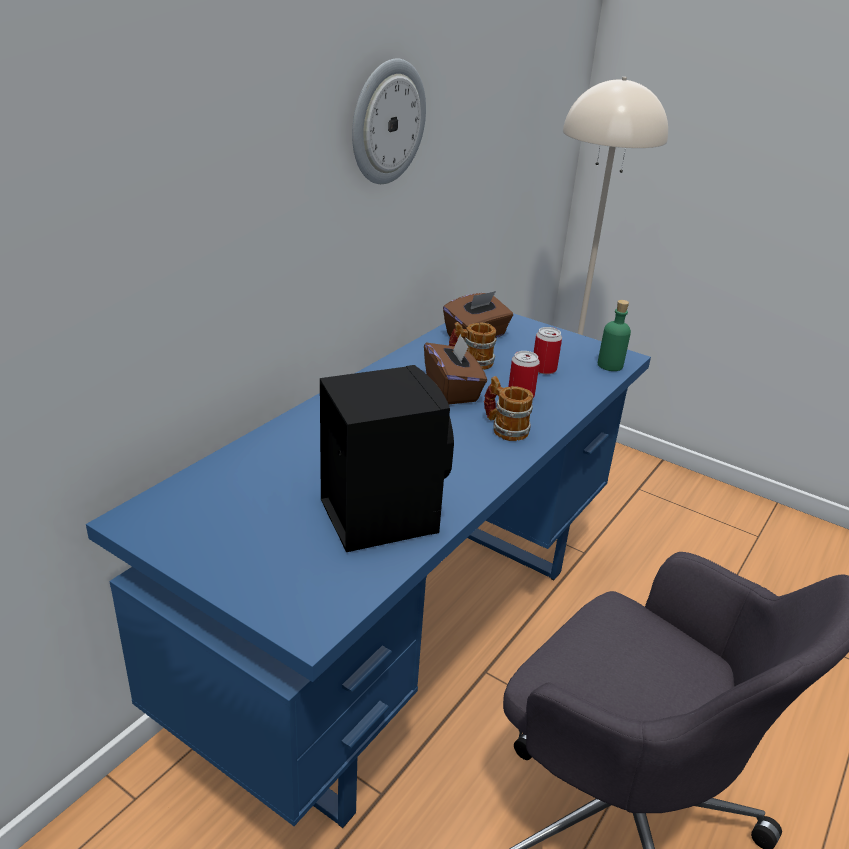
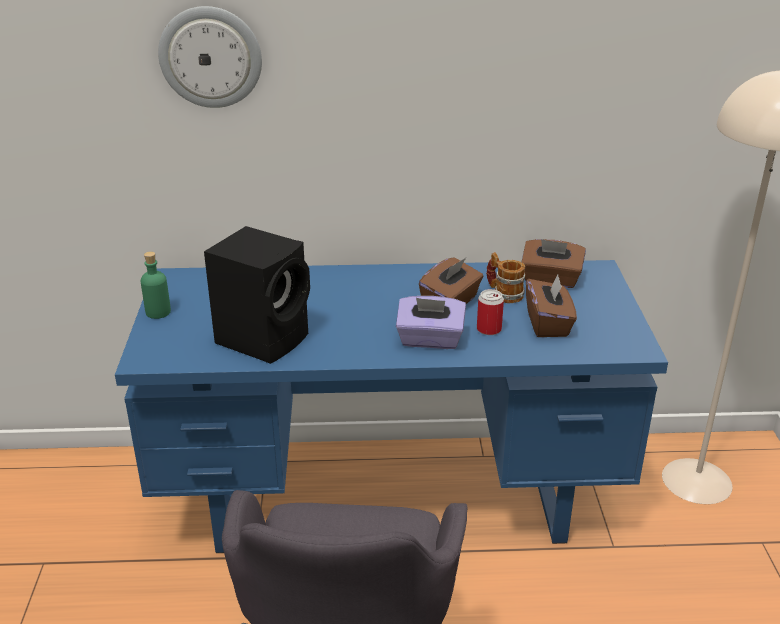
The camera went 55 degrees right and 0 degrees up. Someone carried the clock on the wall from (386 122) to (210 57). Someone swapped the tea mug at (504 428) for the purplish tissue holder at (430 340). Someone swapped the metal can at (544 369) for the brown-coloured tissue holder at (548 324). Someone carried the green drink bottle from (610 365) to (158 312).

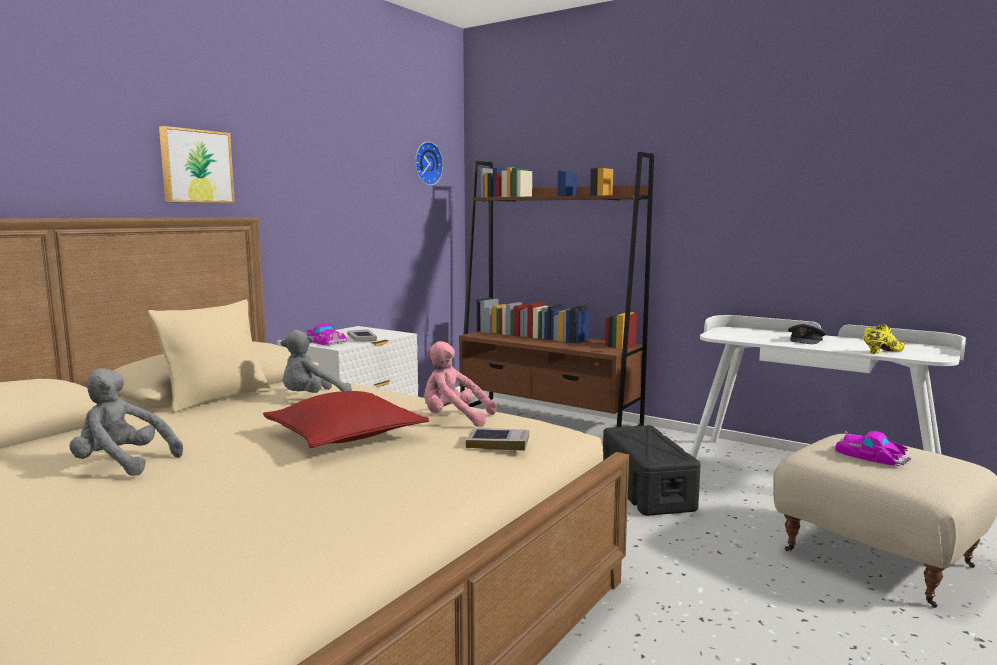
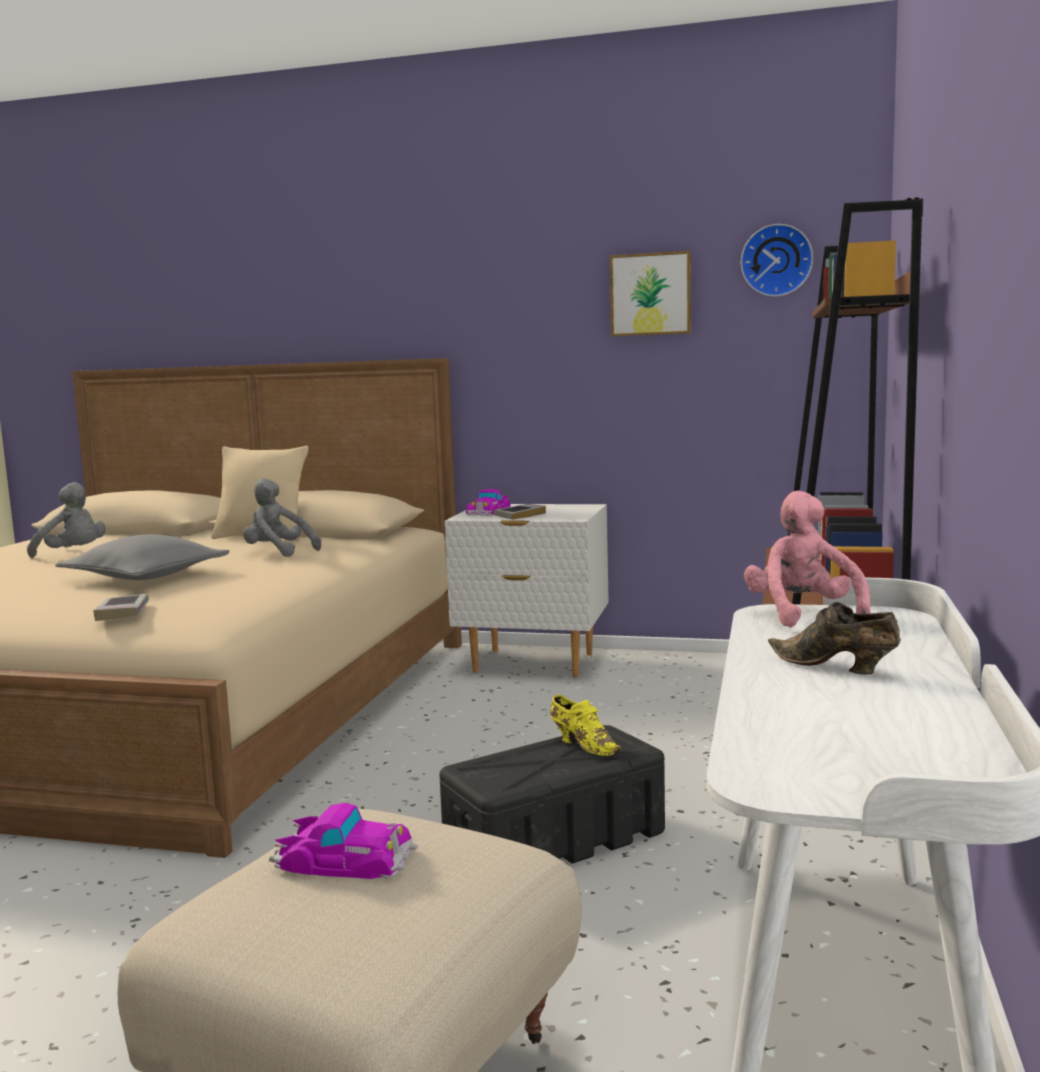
The camera went 70 degrees right and 0 degrees up. Someone rotated the greyish soft toy at (122 464) by 120 degrees clockwise. Someone carried the picture from (196 166) to (651 294). Someone repainted the reddish cushion at (345 436), which became the greyish cushion at (146 576). Someone carried the pinkish soft toy from (454 419) to (803 615). Someone swapped the greyish baseball cap at (806 340) for the brown-coloured shoe at (835 667). Someone rotated the toy car at (870 455) by 75 degrees clockwise. Someone carried the yellowish shoe from (881 352) to (583 745).

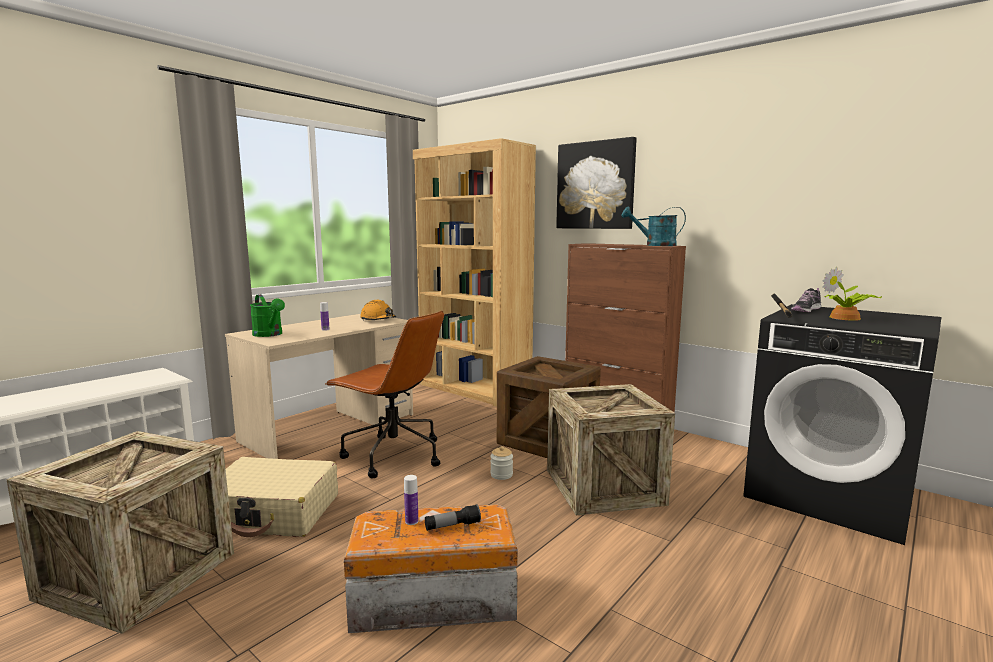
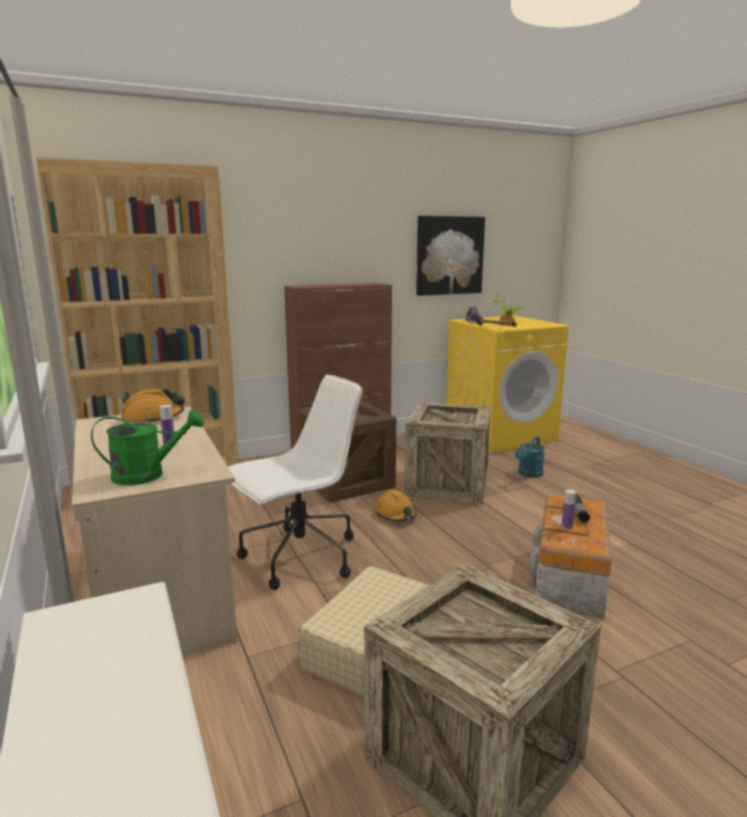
The camera went 65 degrees left and 5 degrees up. Someone repainted the brown-coloured computer chair at (392 455), which became the whitish computer chair at (299 558). Someone swapped the preserve jar at (501 475) for the orange-coloured safety helmet at (395 514). Someone carried the picture from (595 185) to (449 255). Someone carried the turquoise watering pot from (655 245) to (528 474). Someone repainted the black laundry appliance at (830 494), which became the yellowish laundry appliance at (500 435).

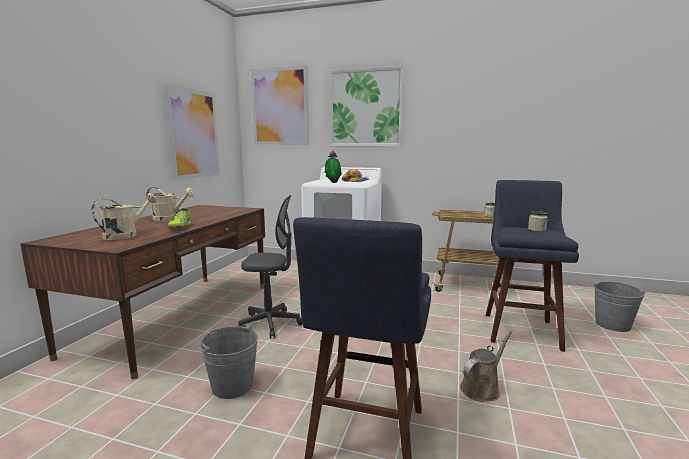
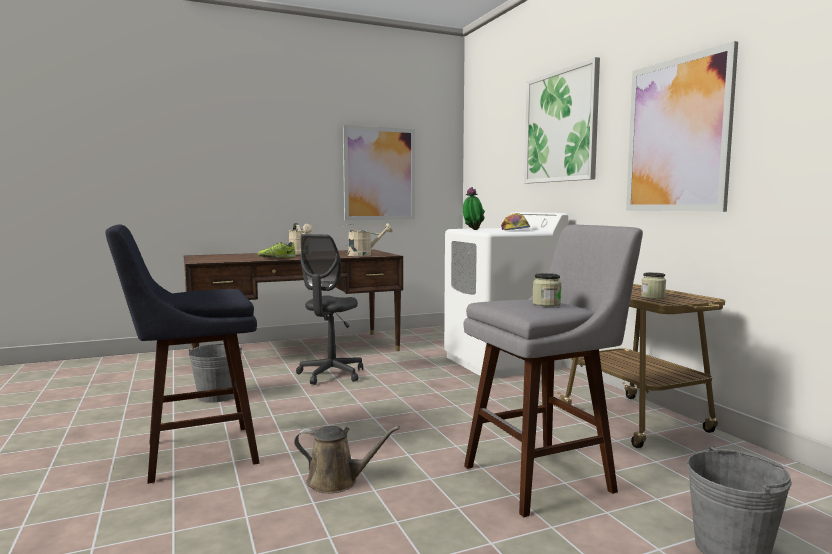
The camera went 50 degrees right and 5 degrees down. Someone carried the beige-coloured watering pot from (126 235) to (364 255). Someone rotated the greyish computer chair at (270 324) by 60 degrees clockwise. Someone carried the picture from (280 107) to (677 135). Someone repainted the bluish stool at (520 328), which became the greyish stool at (545 476).

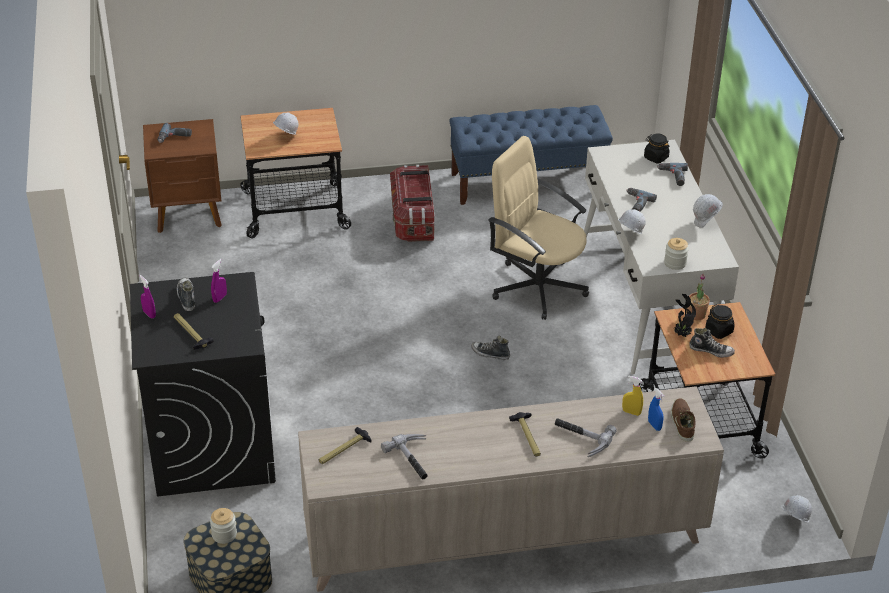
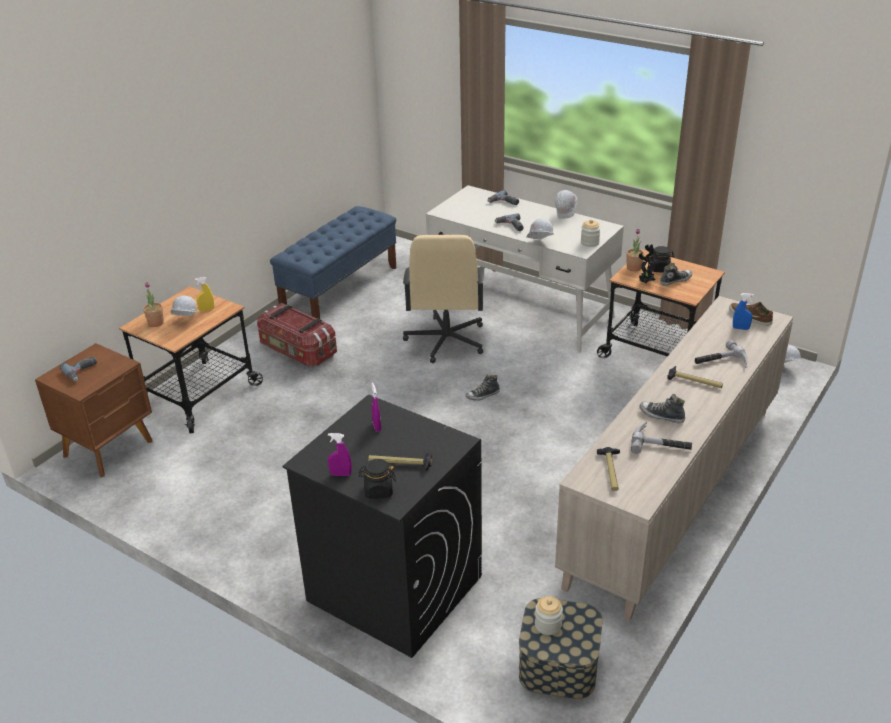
The camera went 45 degrees left and 5 degrees down. Someone carried the shoe from (186 297) to (661 416). Someone rotated the beige-coloured computer chair at (537 287) by 75 degrees counterclockwise. Someone carried the yellowish hand sprayer from (631 412) to (207 310). Someone carried the black preserve jar from (656 157) to (378 490). Someone put down the plant in a pot at (156 323).

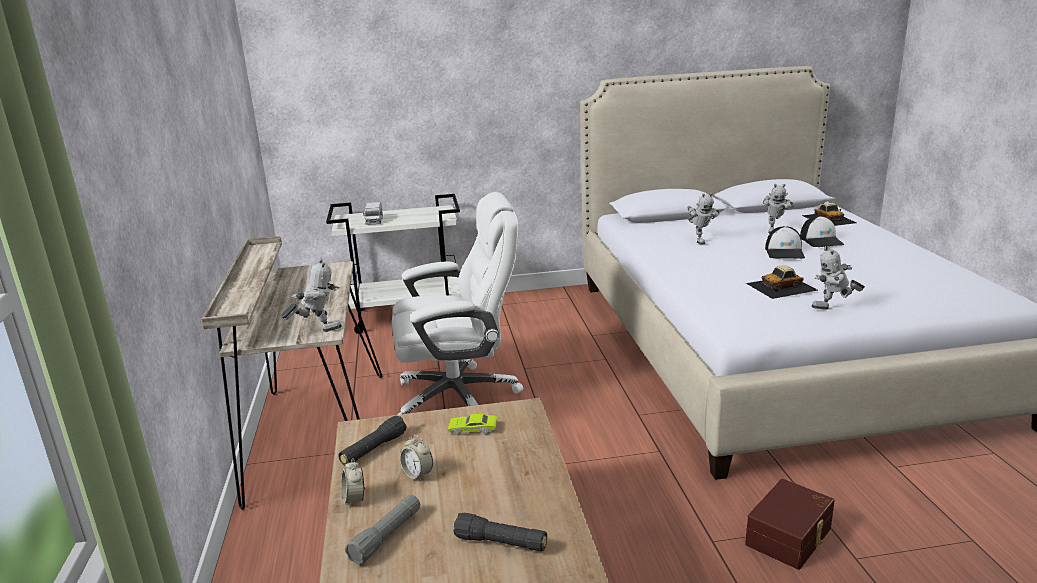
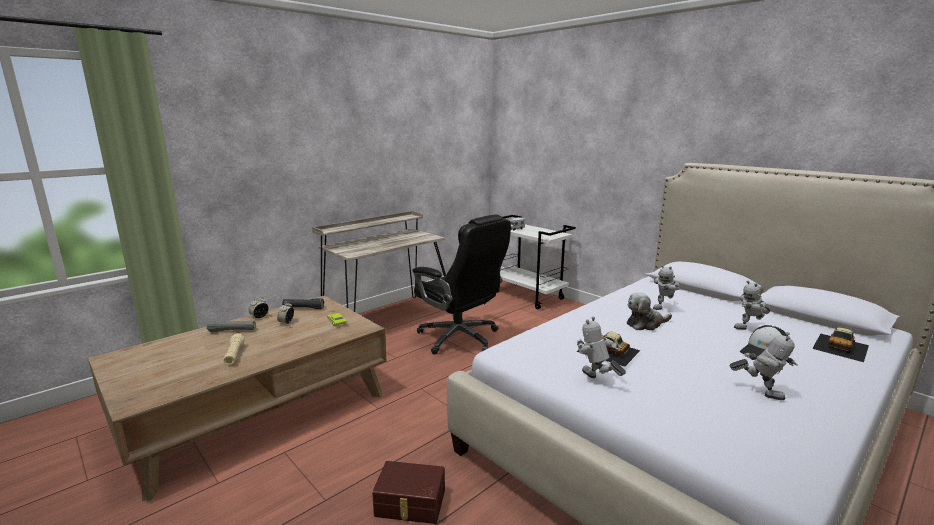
The camera went 55 degrees right and 5 degrees down. Someone carried the toy robot from (317 330) to (759 392). Someone repainted the whitish computer chair at (459 397), which became the black computer chair at (460 338). Someone repainted the black flashlight at (501 543), which became the beige-coloured flashlight at (234 355). Someone took away the baseball cap at (785 252). Someone put down the soft toy at (645 324).

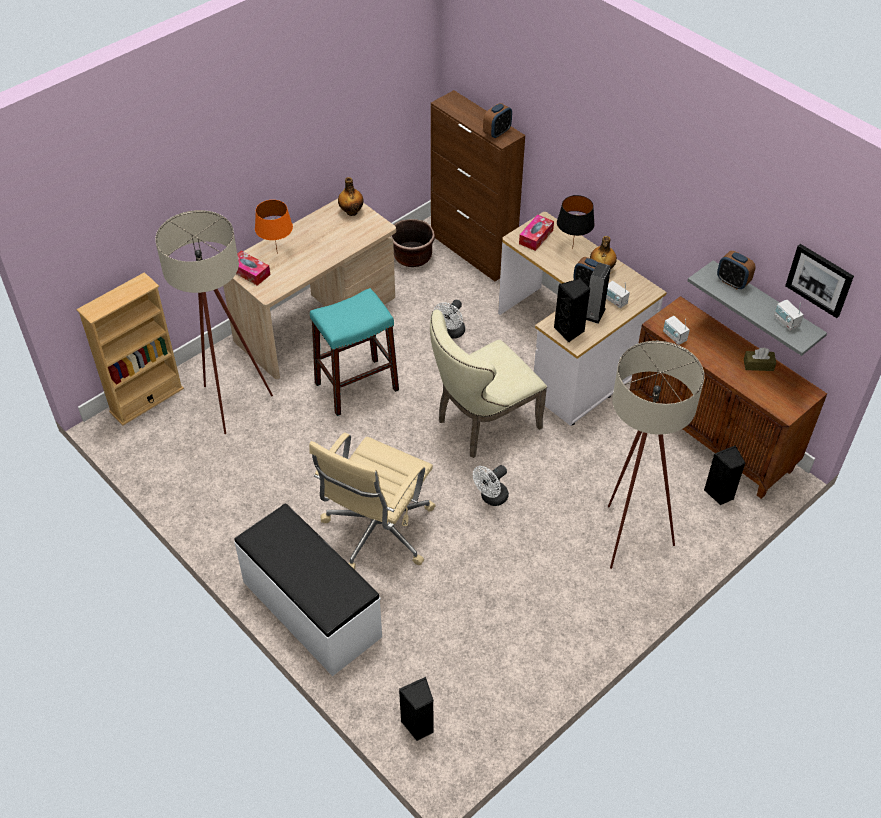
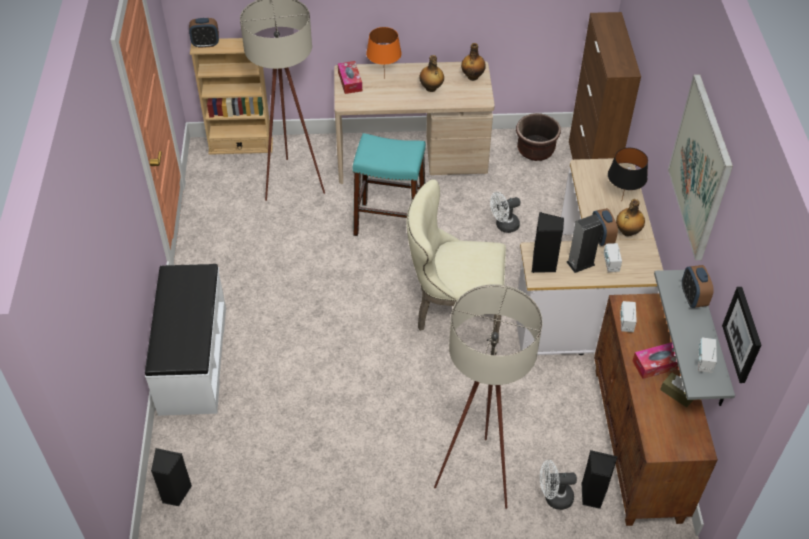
The camera went 40 degrees right and 0 degrees up. Someone took away the beige-coloured computer chair at (376 532). Someone carried the whitish electric fan from (491 498) to (553 497). Someone carried the alarm clock from (497 133) to (206 44). Someone carried the tissue holder from (536 237) to (657 364). Someone put down the drink bottle at (431 88). Someone put up the picture at (700 167).

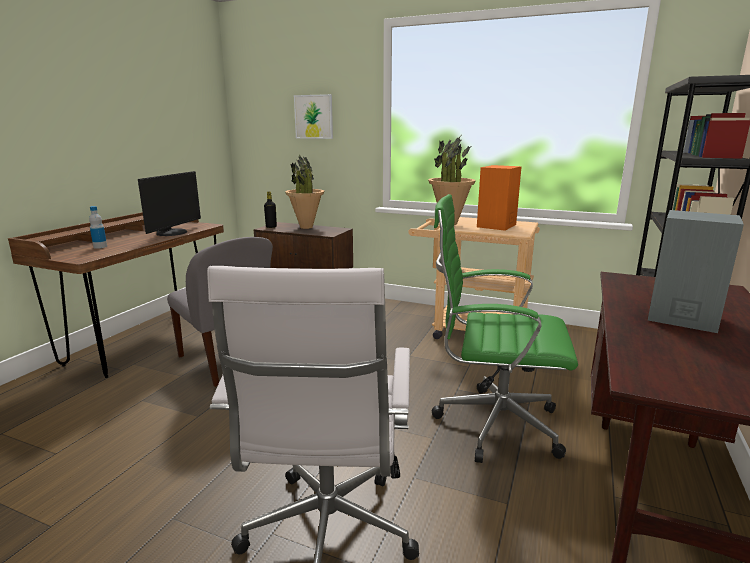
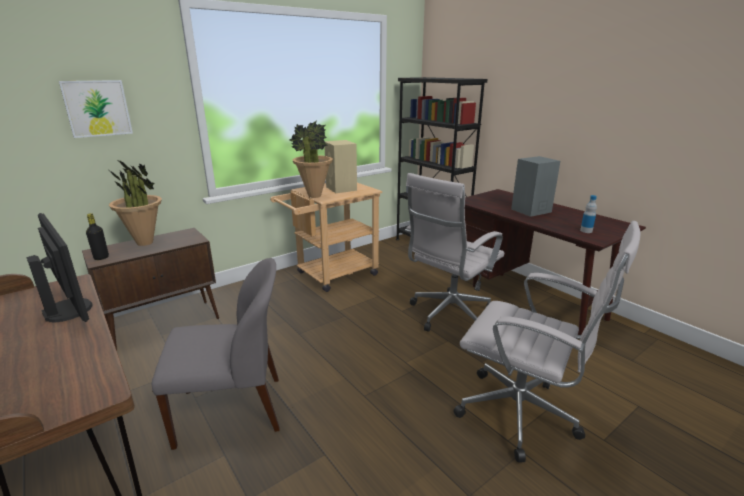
The camera went 60 degrees left and 5 degrees up. Someone carried the drink bottle from (100 247) to (586 231). Someone repainted the green computer chair at (492 424), which became the whitish computer chair at (448 315). Someone repainted the orange-coloured audio speaker at (496 226), which became the beige-coloured audio speaker at (341 189).

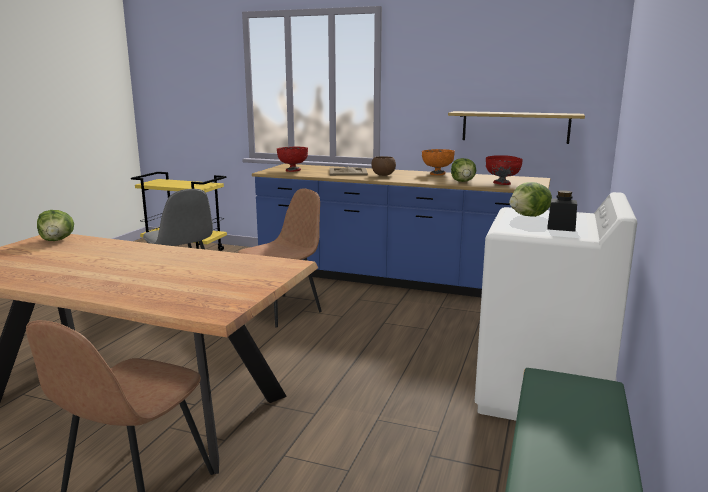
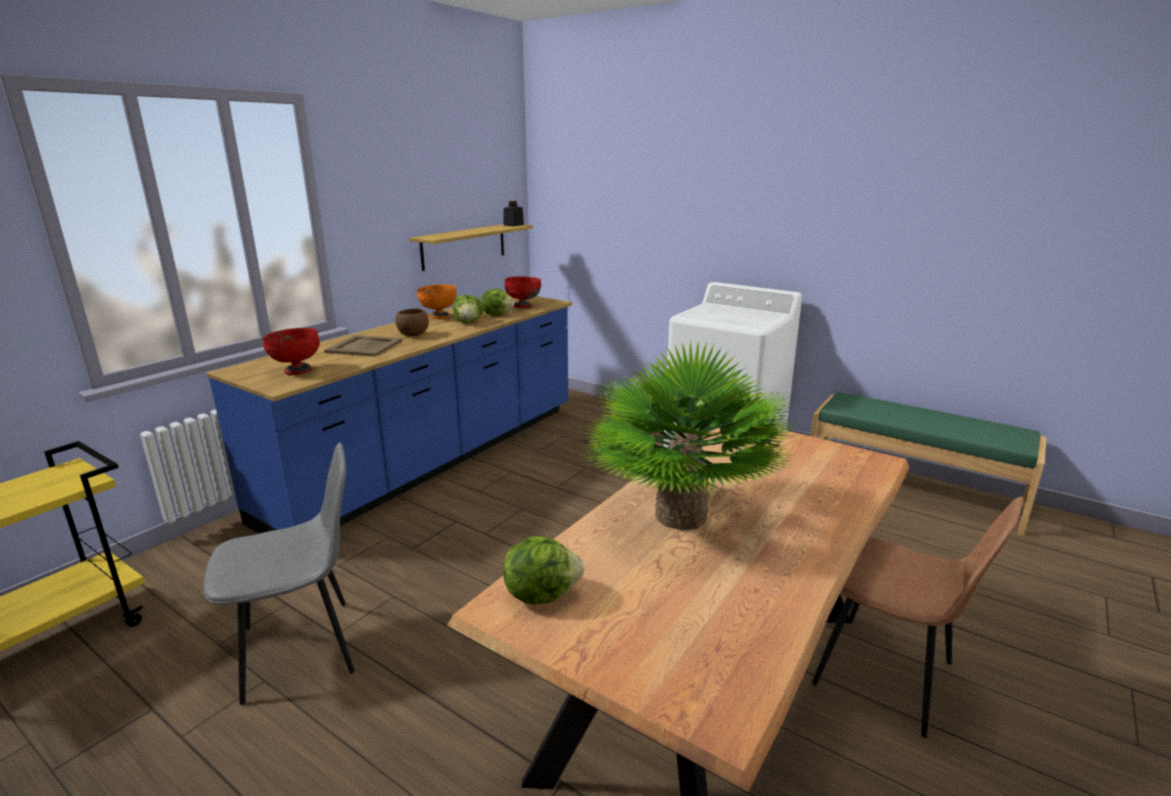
The camera went 75 degrees left and 5 degrees up. Someone took away the brown-coloured plain chair at (282 310). Someone carried the head of lettuce from (529 216) to (468 322). Someone carried the black preserve jar from (561 228) to (513 225). Someone put down the plant in a pot at (680 516).

